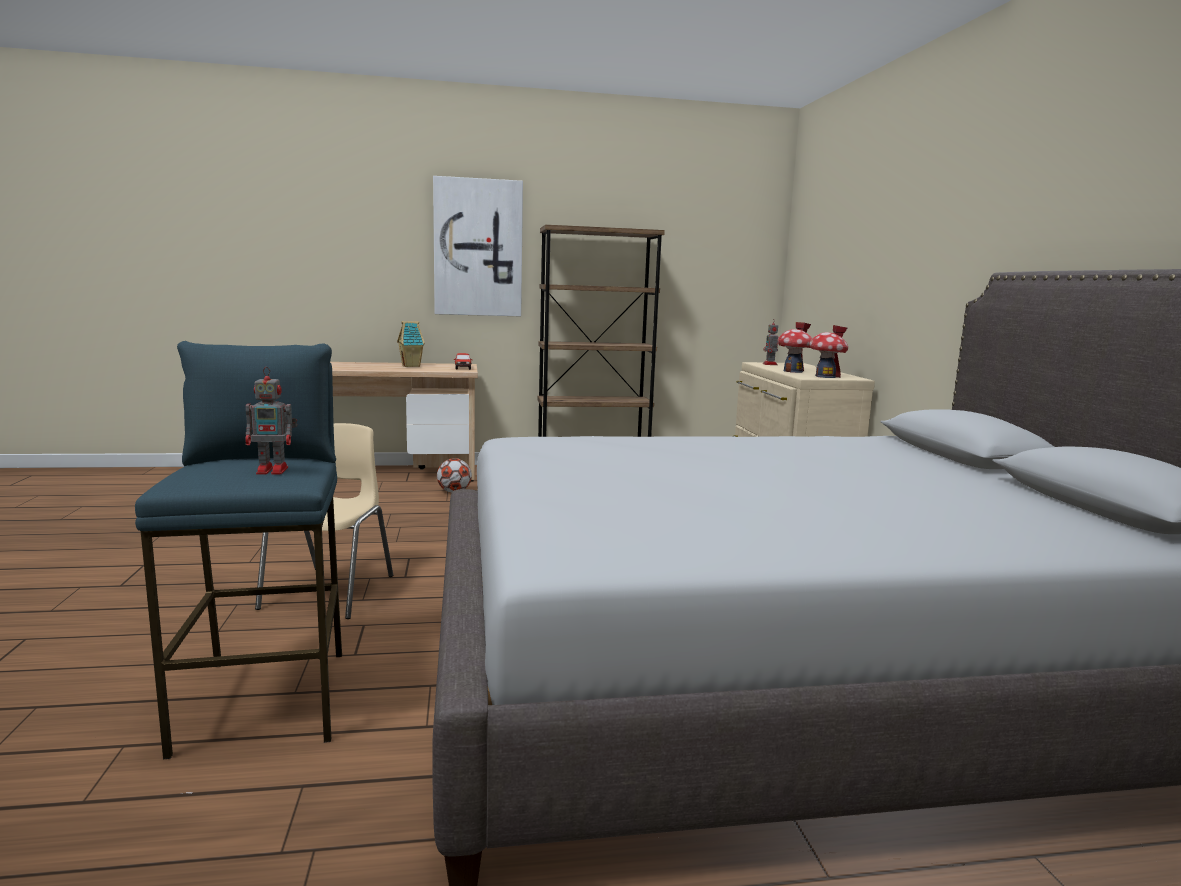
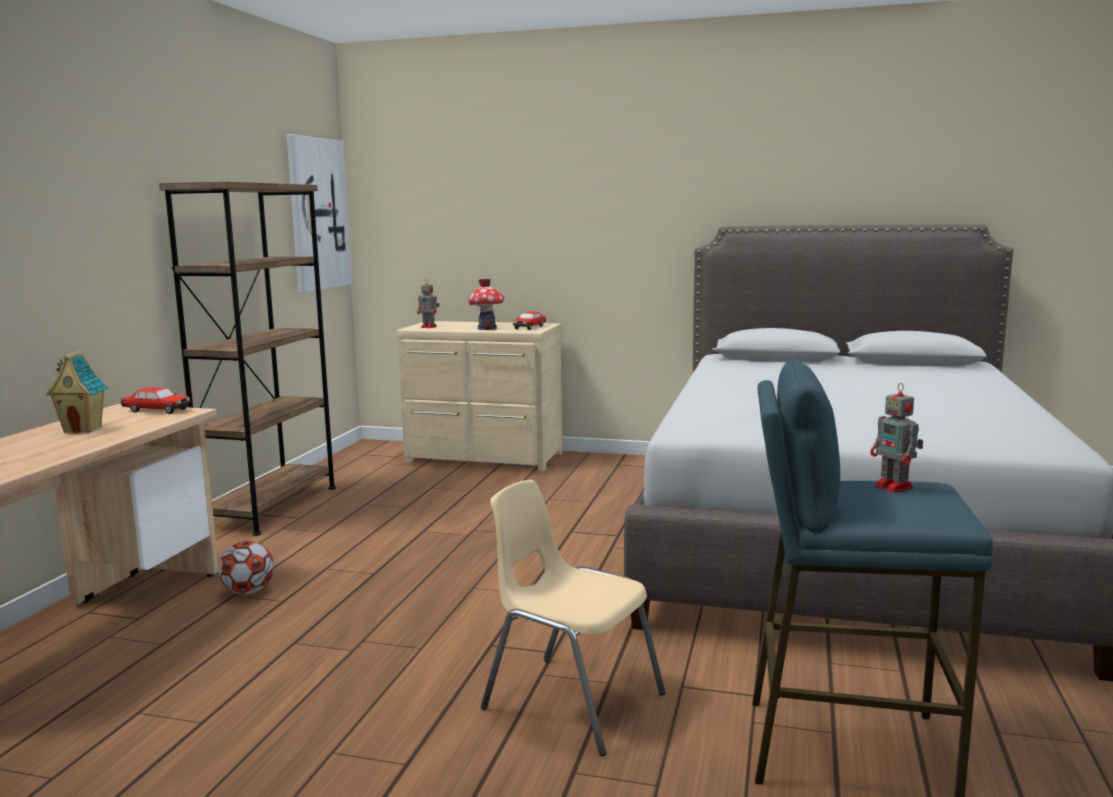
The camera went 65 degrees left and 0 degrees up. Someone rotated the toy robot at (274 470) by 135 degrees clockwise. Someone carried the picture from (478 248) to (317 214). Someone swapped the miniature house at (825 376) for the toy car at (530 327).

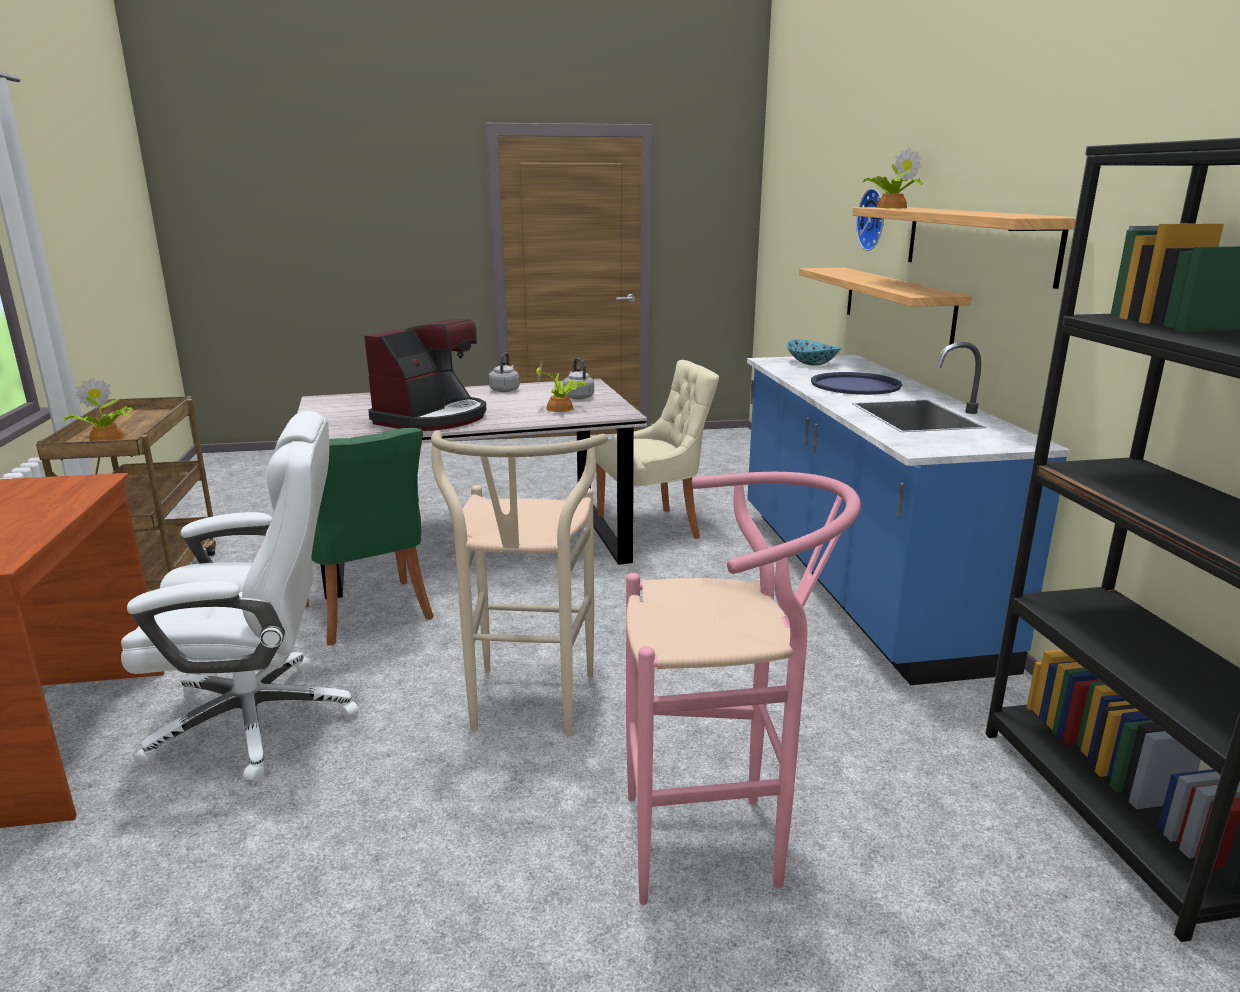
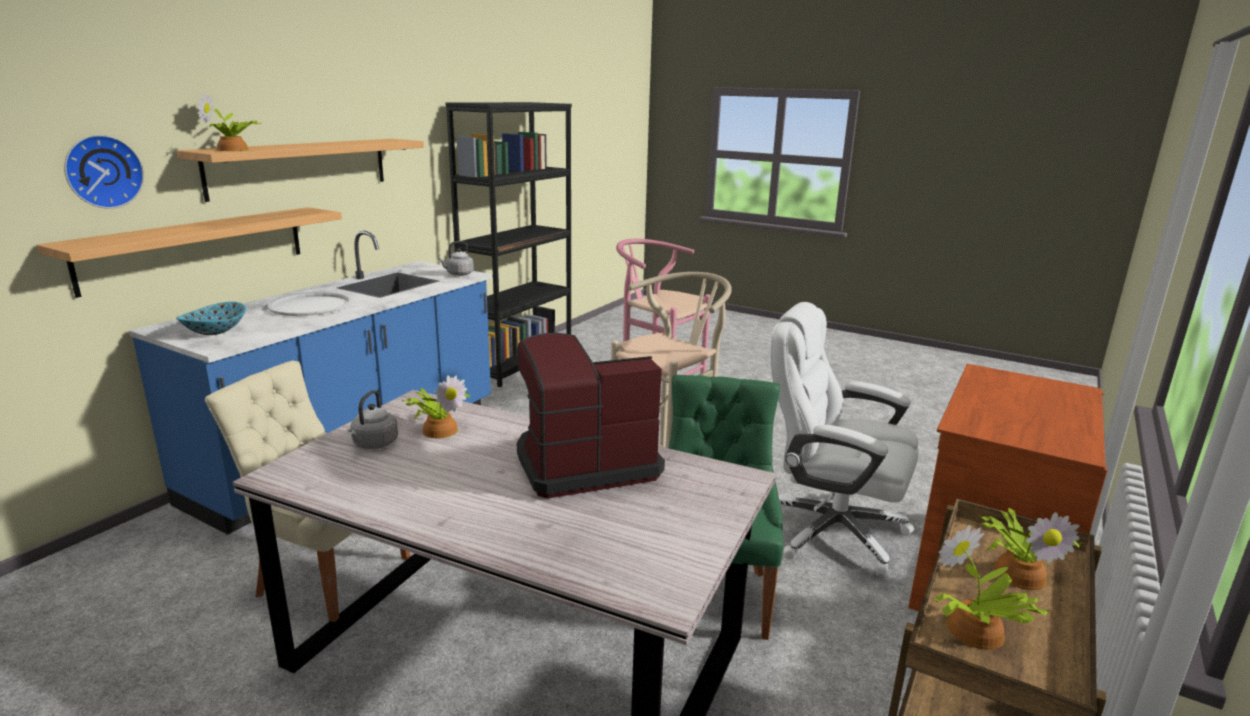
The camera went 140 degrees left and 0 degrees up. Someone carried the greyish kettle from (505 390) to (458 274). Someone repainted the bluish tray at (855 385), which became the whitish tray at (311 305). Someone put down the plant in a pot at (975 632).

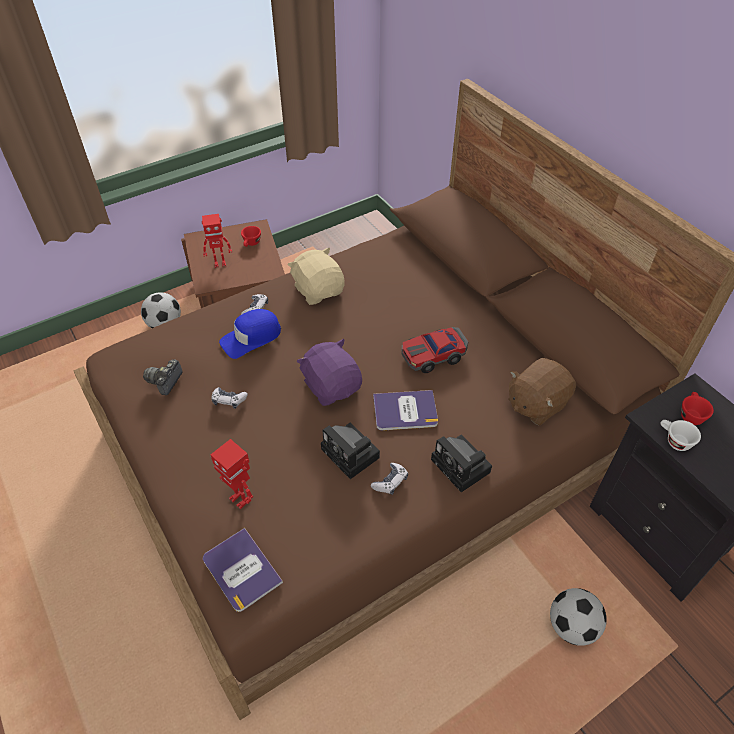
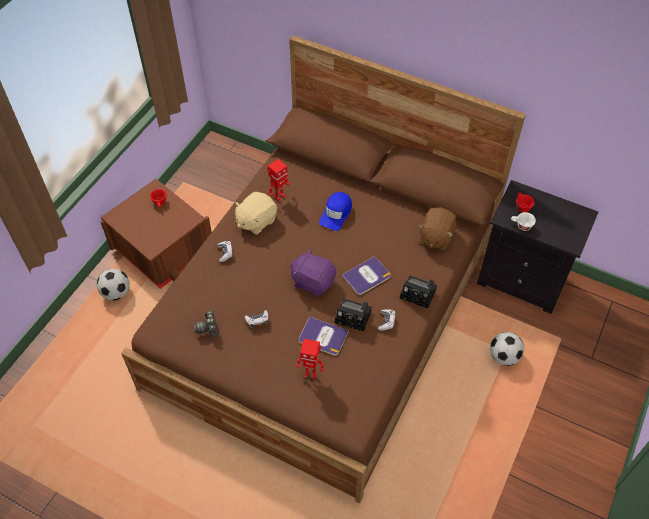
The camera went 30 degrees left and 5 degrees up. Someone carried the toy robot from (220 263) to (279 196). Someone carried the volume from (241 570) to (323 337). Someone carried the bluish baseball cap from (251 338) to (336 213). Someone rotated the beige-coloured soft toy at (318 290) by 75 degrees counterclockwise. Someone took away the toy car at (433 355).

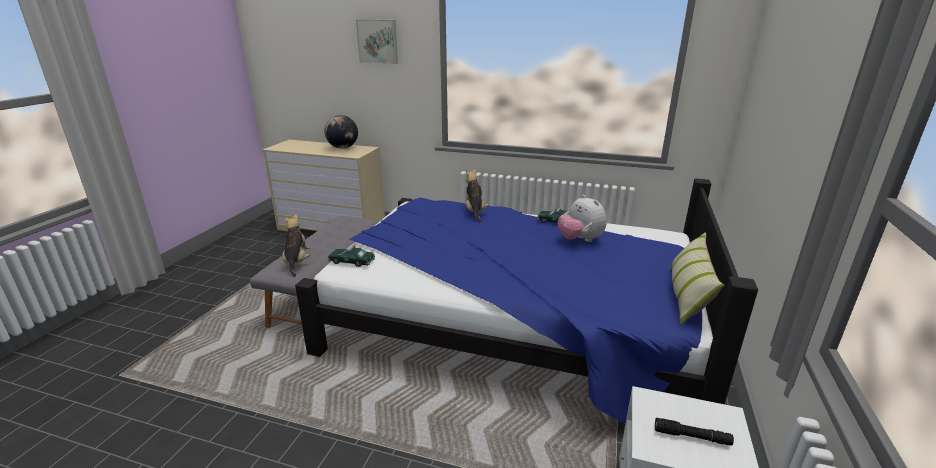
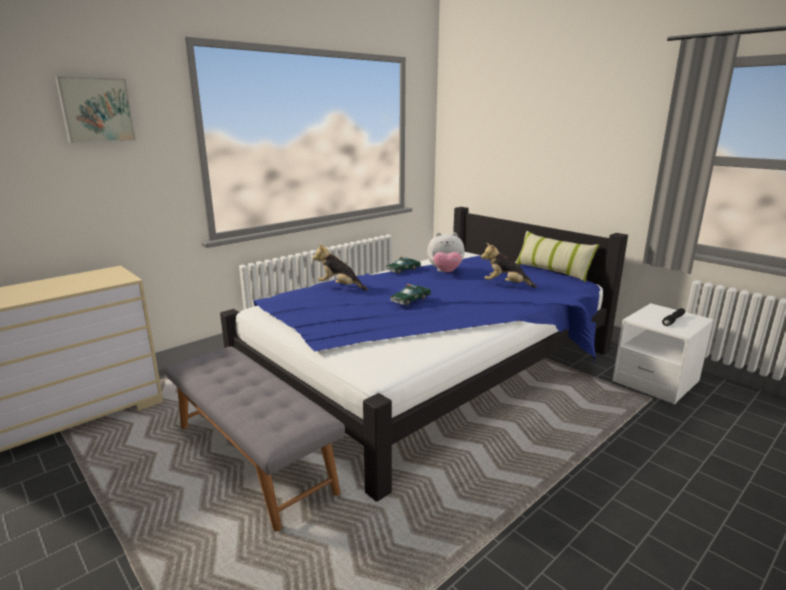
The camera went 60 degrees left and 5 degrees down. Someone carried the soft toy from (297 262) to (506 285). Someone took away the globe at (343 147). Someone carried the toy car from (351 261) to (410 300).

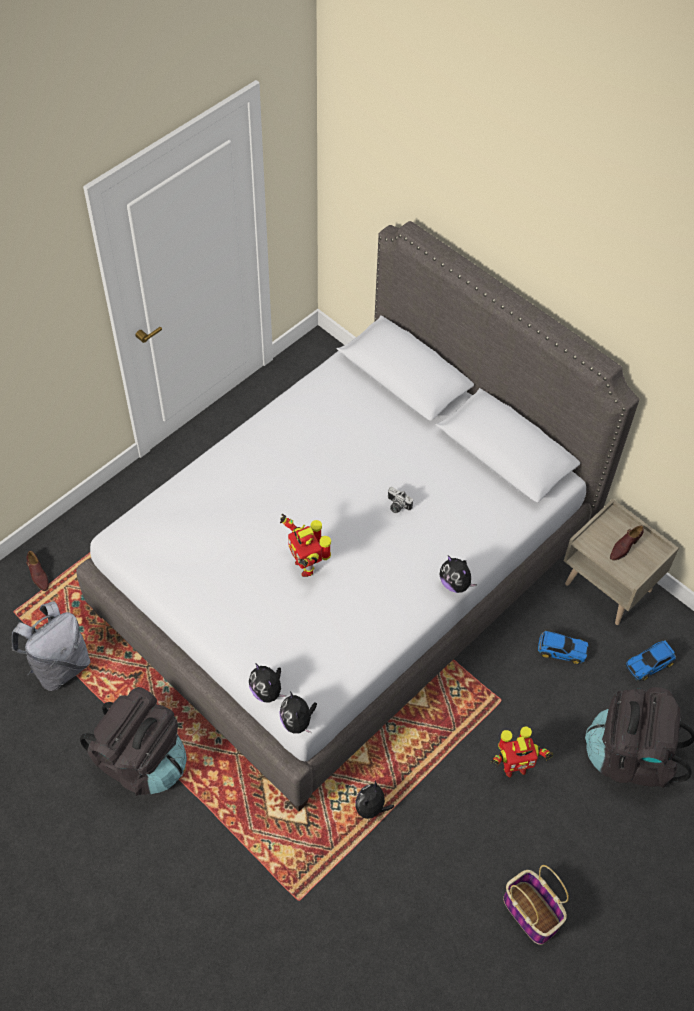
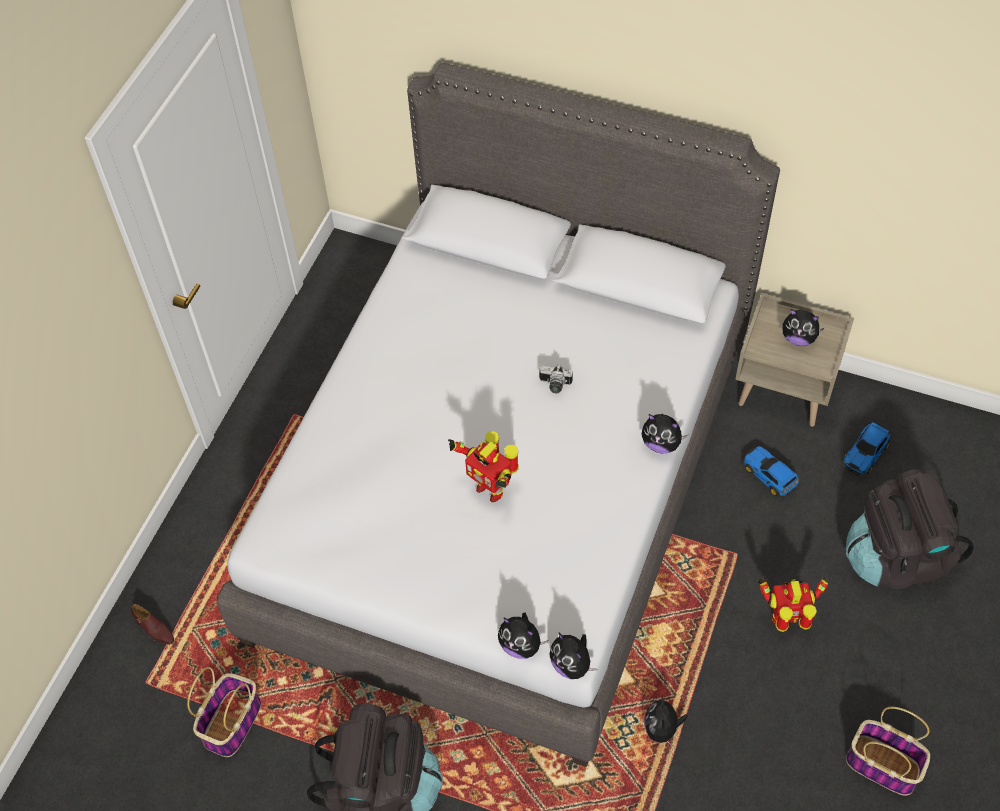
The camera went 20 degrees left and 0 degrees up. Someone swapped the greyish backpack at (59 666) for the storage basket at (232 722). Someone rotated the toy robot at (513 767) by 150 degrees counterclockwise. Someone rotated the toy car at (561 650) by 120 degrees counterclockwise. Someone swapped the brown-coloured shoe at (624 546) for the soft toy at (798 338).

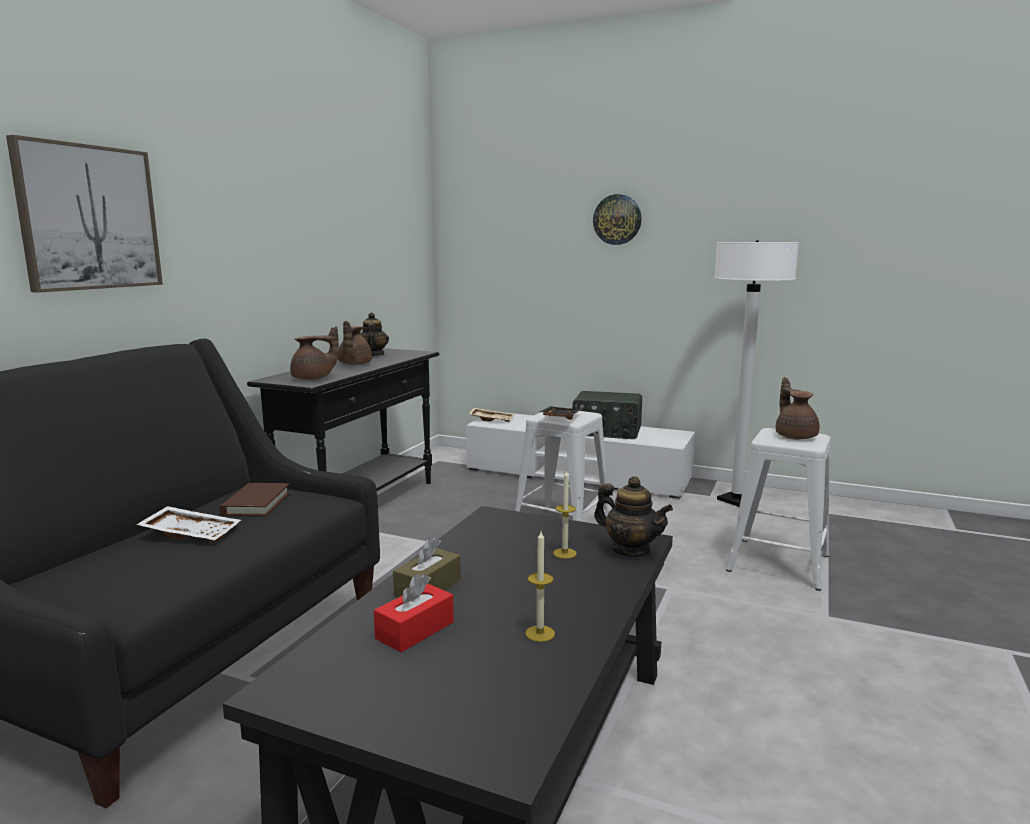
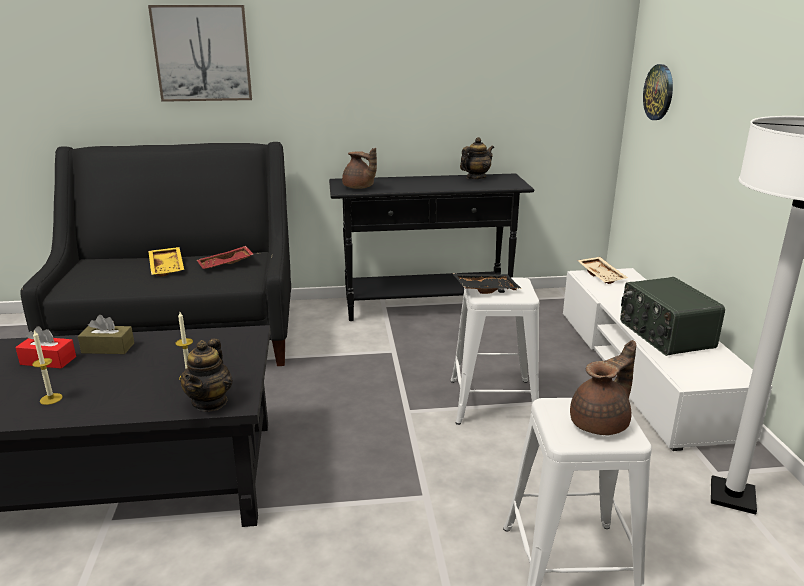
The camera went 60 degrees right and 10 degrees up. Someone repainted the whitish tray at (192 533), which became the yellowish tray at (168 267). Someone swapped the brown-coloured volume at (256 503) for the reddish tray at (226 265). Someone took away the brown-coloured pot for tea at (354 364). Someone carried the clock on the wall from (617 219) to (659 92).

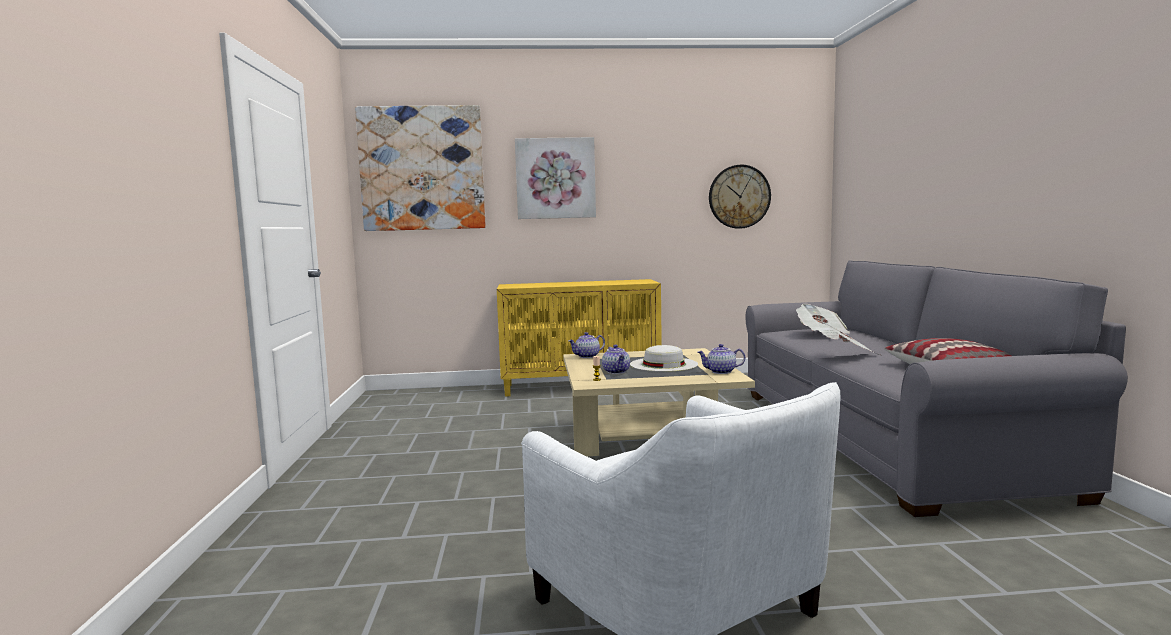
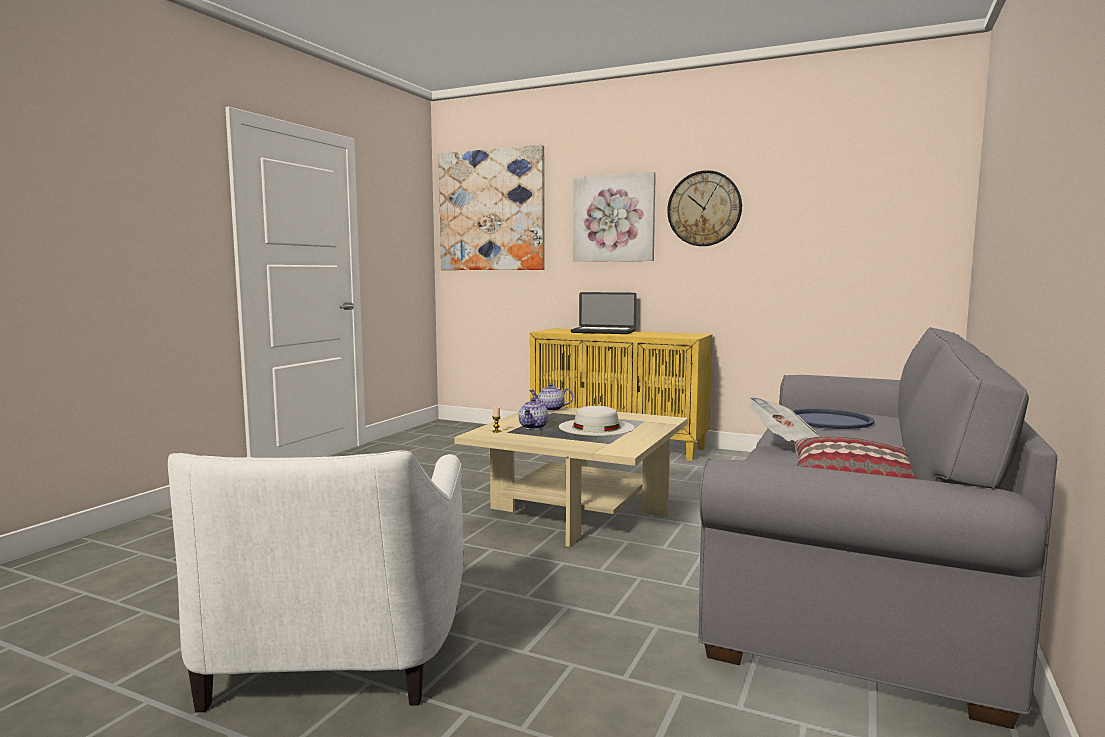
The camera went 30 degrees right and 0 degrees up. Someone took away the pot for tea at (721 372). Someone carried the clock on the wall from (739 196) to (704 208). Someone swapped the newspaper at (822 335) for the bluish tray at (828 420). Someone put down the laptop at (603 332).

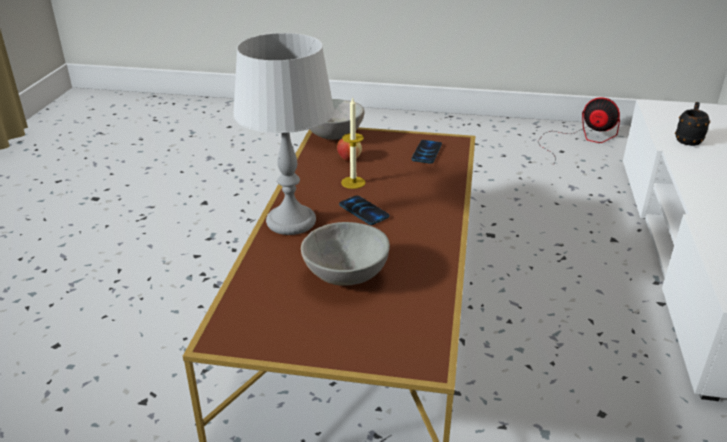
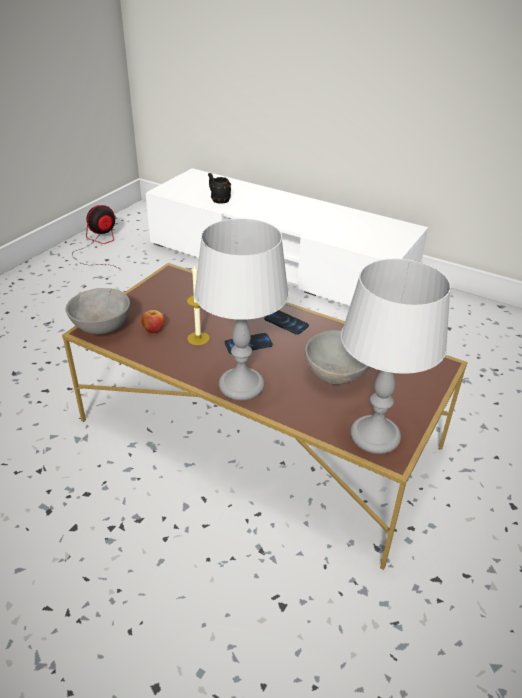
The camera went 70 degrees left and 5 degrees up. Someone carried the phone from (426 152) to (286 323). Someone put down the greyish lamp for a table at (374 435).

